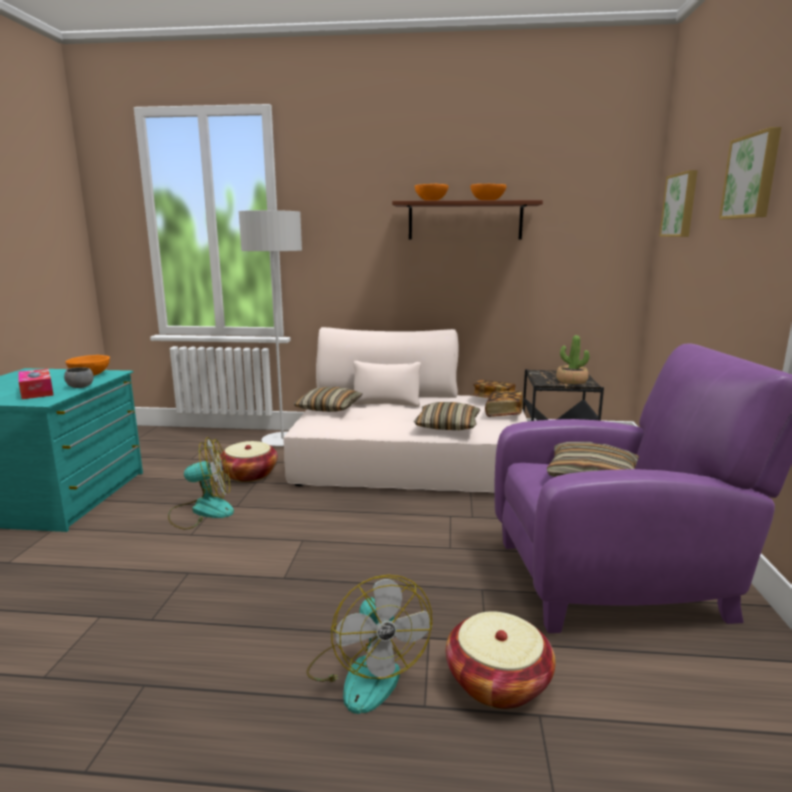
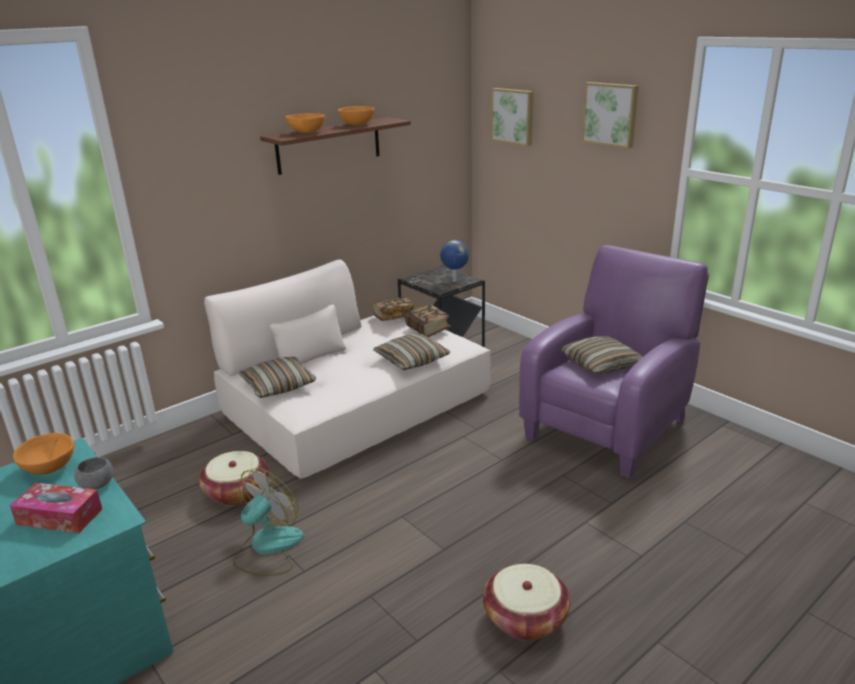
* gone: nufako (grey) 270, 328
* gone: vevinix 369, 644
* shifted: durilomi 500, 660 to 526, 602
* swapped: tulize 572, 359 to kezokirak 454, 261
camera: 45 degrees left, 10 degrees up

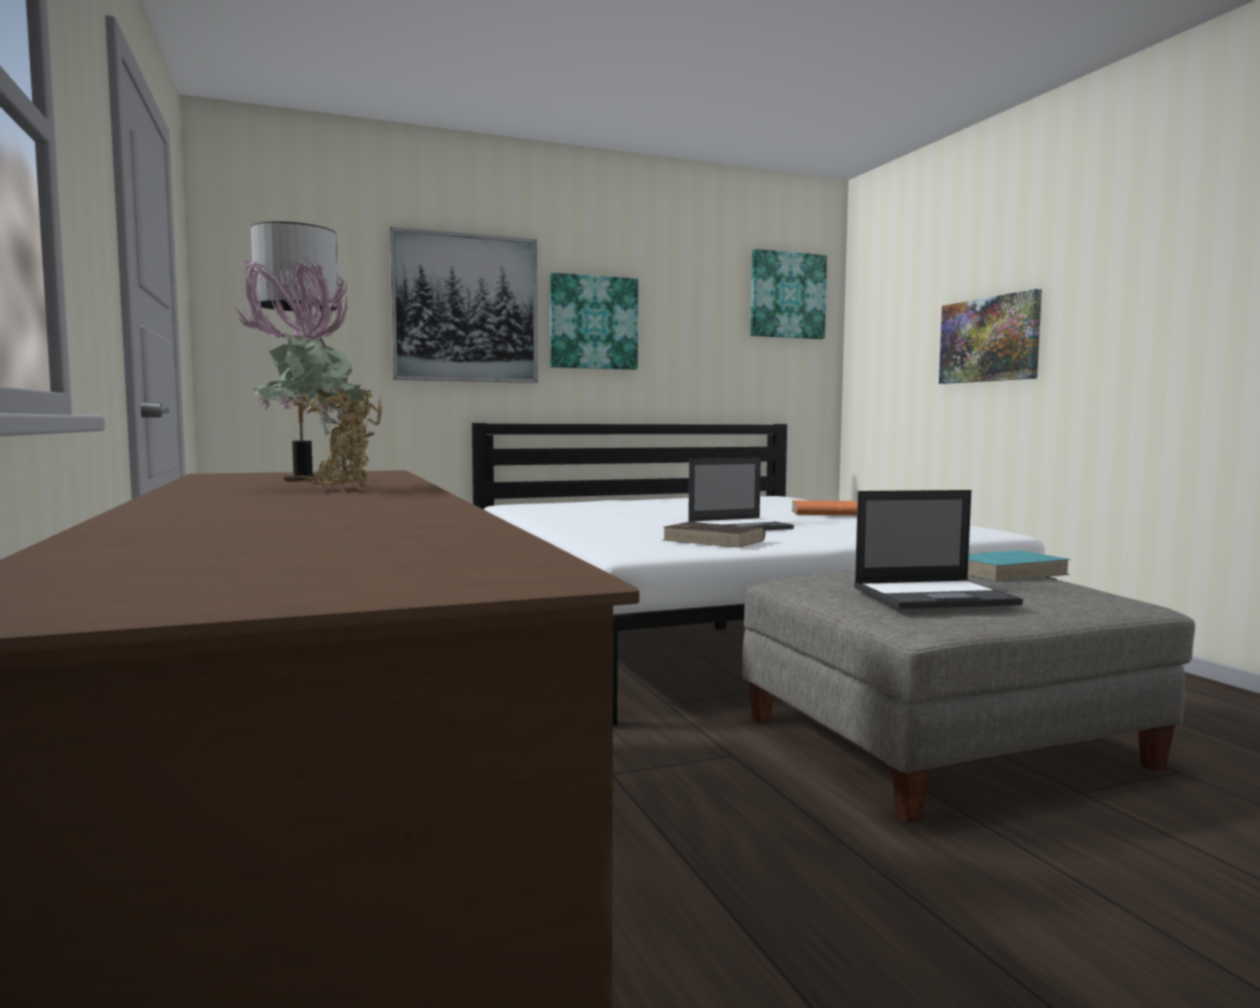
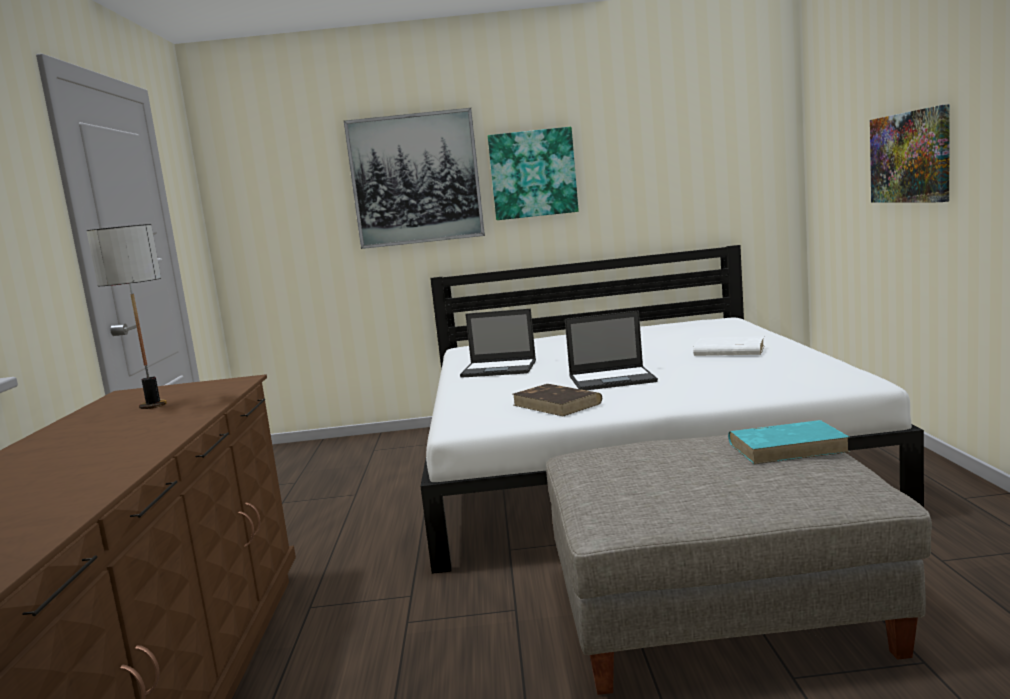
* gone: tulize 308, 372
* gone: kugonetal 789, 294
* repainted: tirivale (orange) 824, 507 to tirivale (white) 728, 346
* shifted: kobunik 938, 549 to 498, 343
camera: 20 degrees right, 5 degrees up

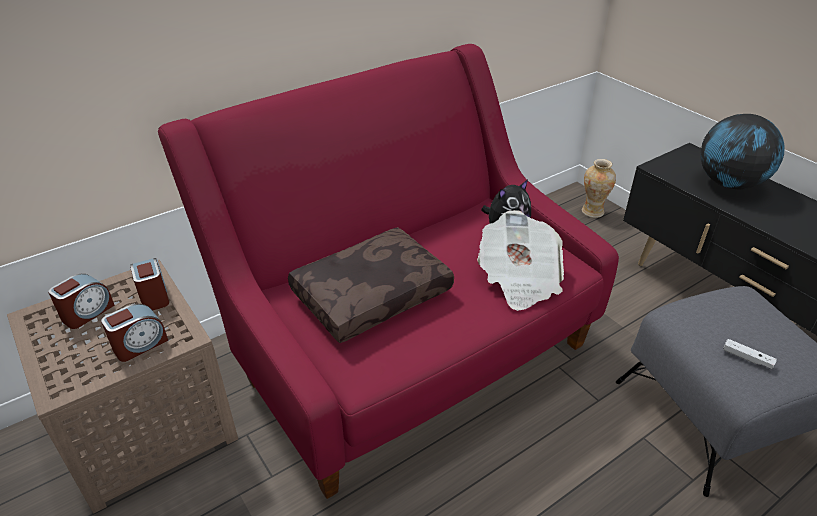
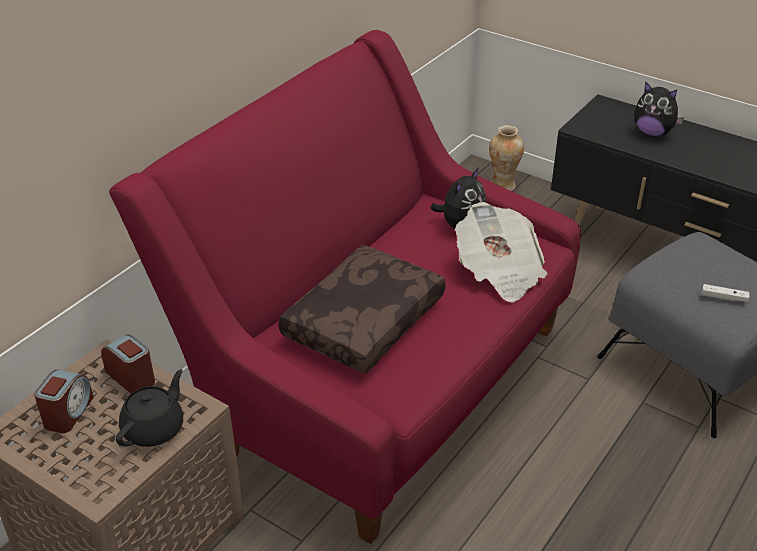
* swapped: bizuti 134, 333 to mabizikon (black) 149, 408
* swapped: kezokirak 742, 151 to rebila 659, 108
camera: 20 degrees left, 0 degrees up

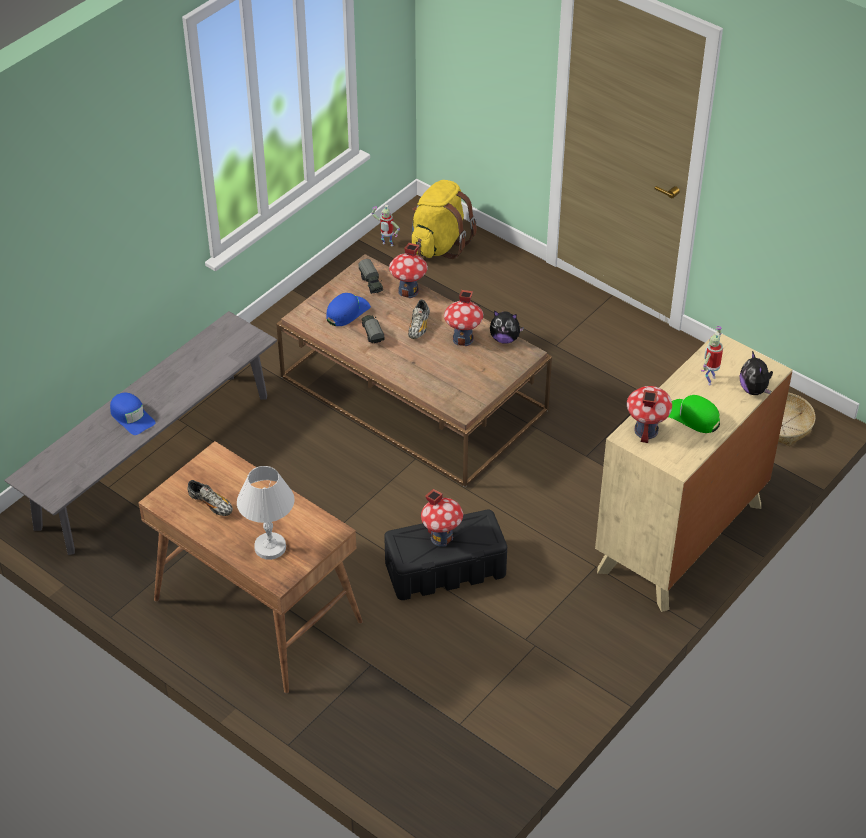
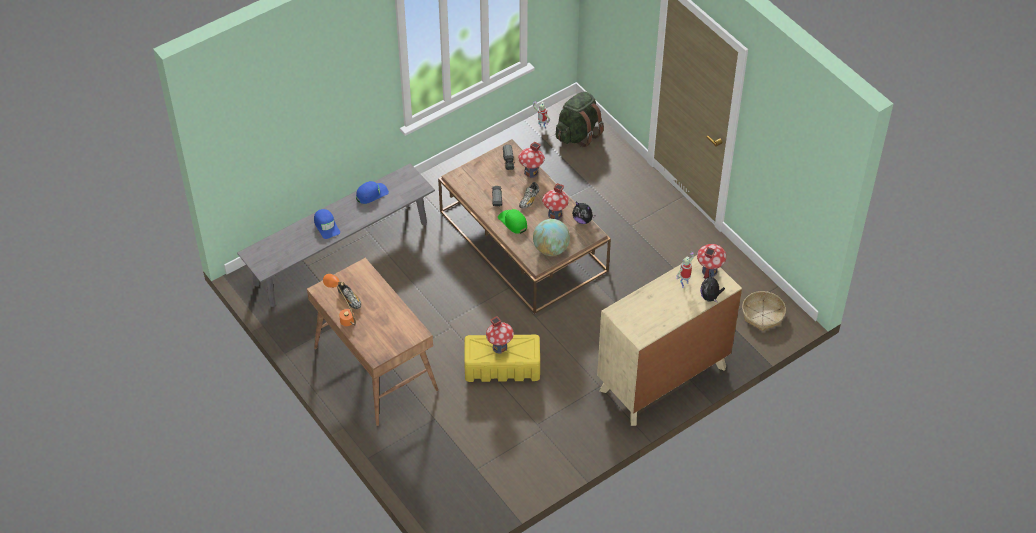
* gone: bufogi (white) 266, 513
* shifted: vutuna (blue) 348, 309 to 372, 192
* repainted: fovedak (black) 445, 555 to fovedak (yellow) 502, 358
* repainted: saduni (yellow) 444, 219 to saduni (green) 580, 119
* shifted: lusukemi 649, 414 to 711, 261
* shifted: vutuna (green) 694, 414 to 512, 221
* new: bufogi (orange) 339, 300
* new: kezokirak 551, 237
camera: 15 degrees right, 5 degrees up

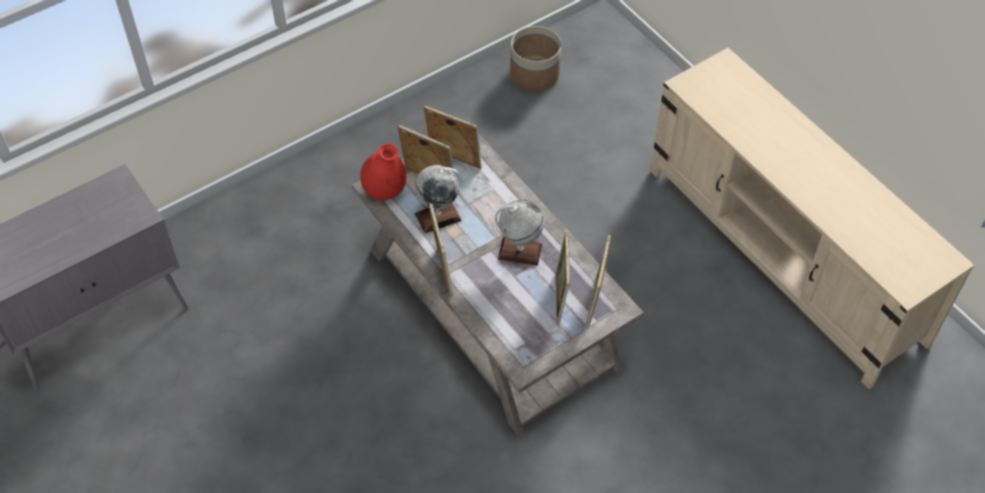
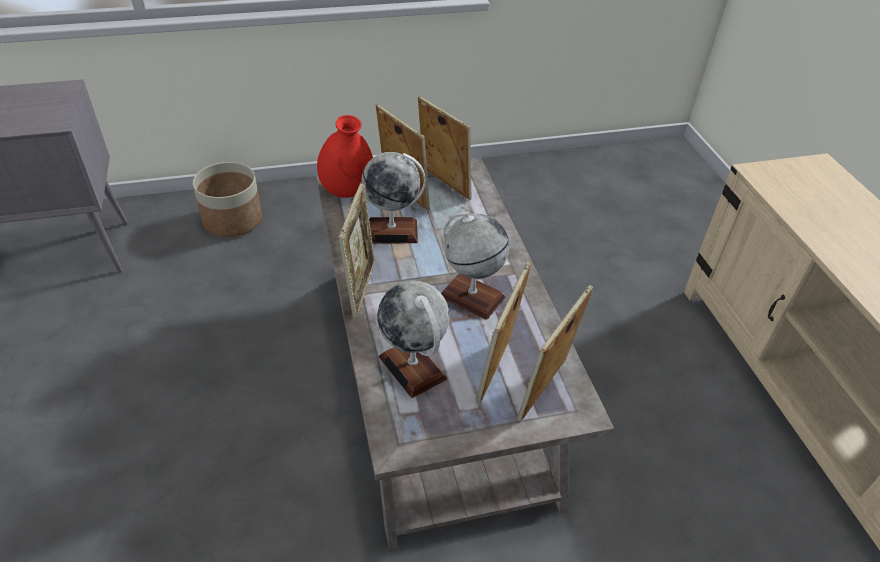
* shifted: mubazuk 536, 58 to 227, 199
* new: kezokirak 413, 339
camera: 20 degrees right, 10 degrees down

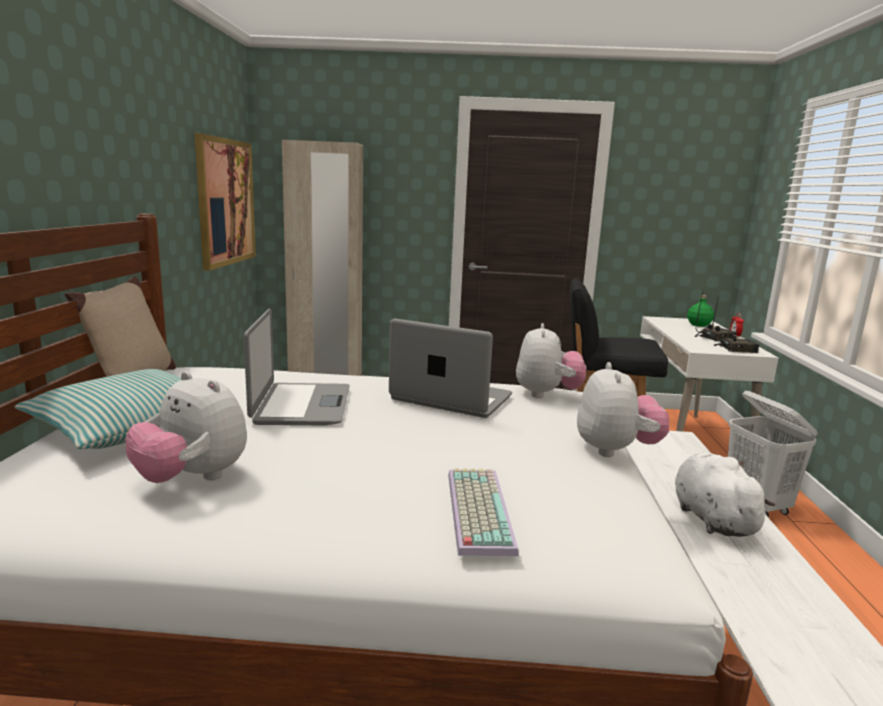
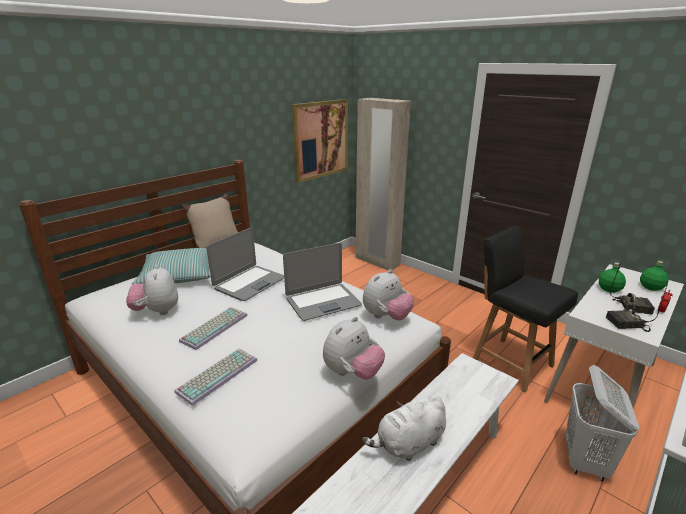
* rotated: kobunik 450, 368 = 322, 282 90 degrees clockwise
* rotated: rebila (white) 725, 495 = 404, 428 150 degrees counterclockwise
* rotated: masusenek 735, 324 = 637, 307 135 degrees clockwise
* new: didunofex 213, 328
* new: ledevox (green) 612, 277
camera: 40 degrees right, 10 degrees up

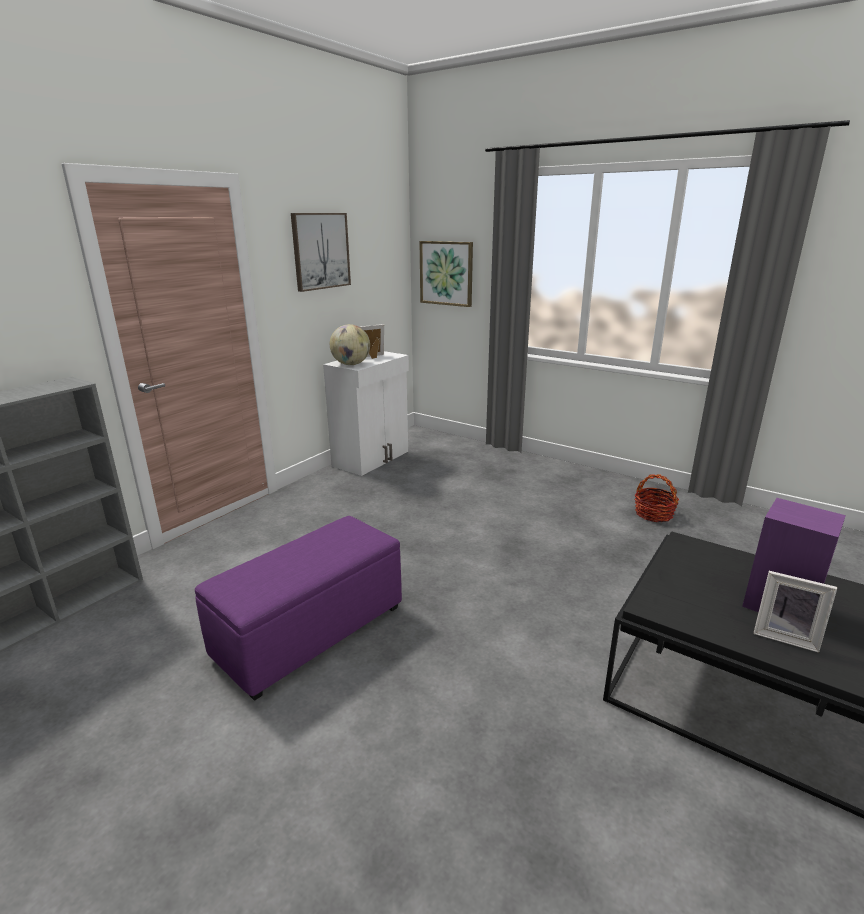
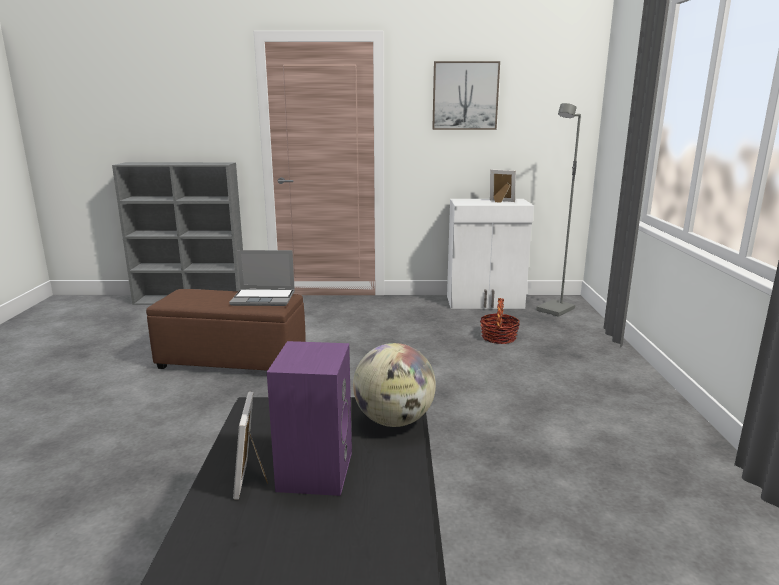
* repainted: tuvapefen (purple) 298, 608 to tuvapefen (brown) 226, 330
* shifted: kezokirak 350, 344 to 394, 385
* gone: kugonetal 446, 274
* shifted: durilomi 656, 498 to 500, 321
* new: kobunik 262, 278
* new: nufako (grey) 558, 210
camera: 55 degrees right, 5 degrees down

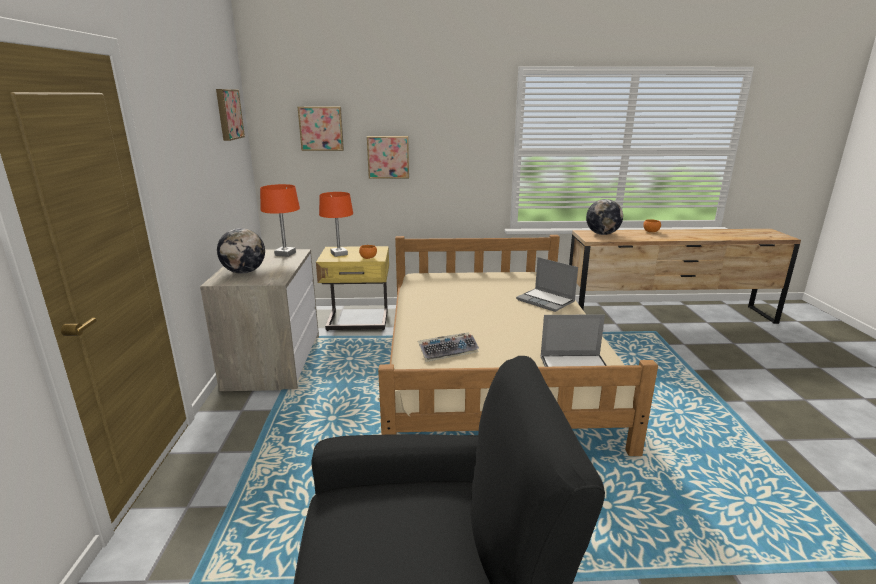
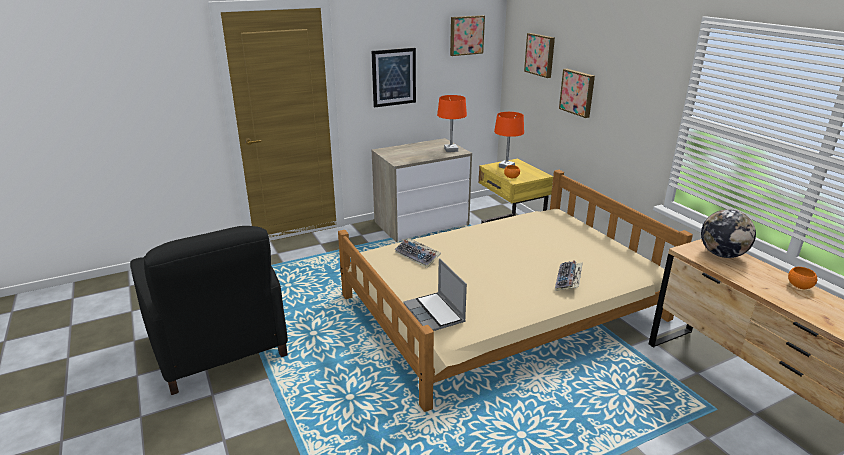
* gone: kezokirak 241, 251
* swapped: kobunik 547, 284 to didunofex 569, 275
* new: kugonetal 394, 77
camera: 65 degrees right, 5 degrees up

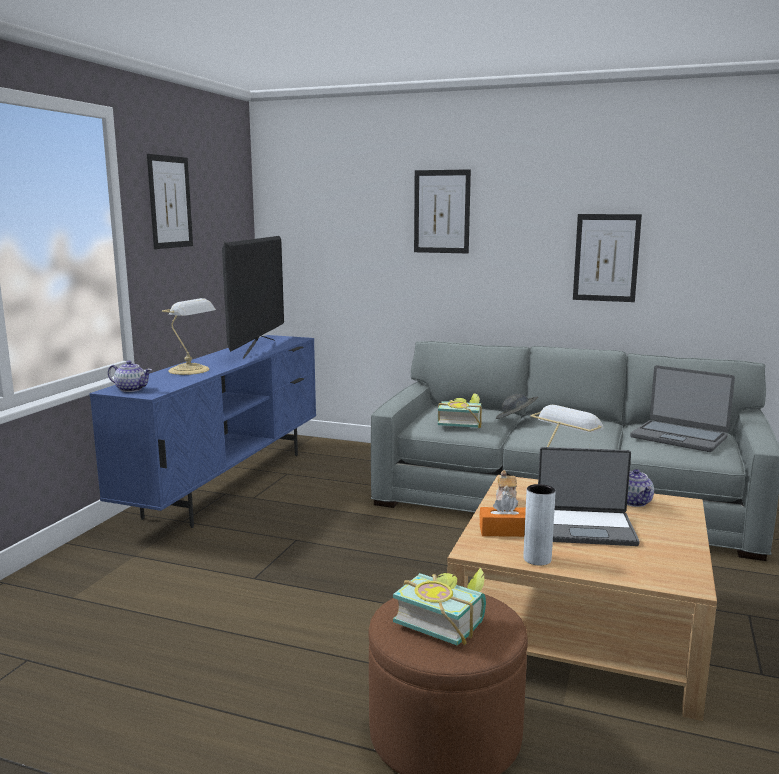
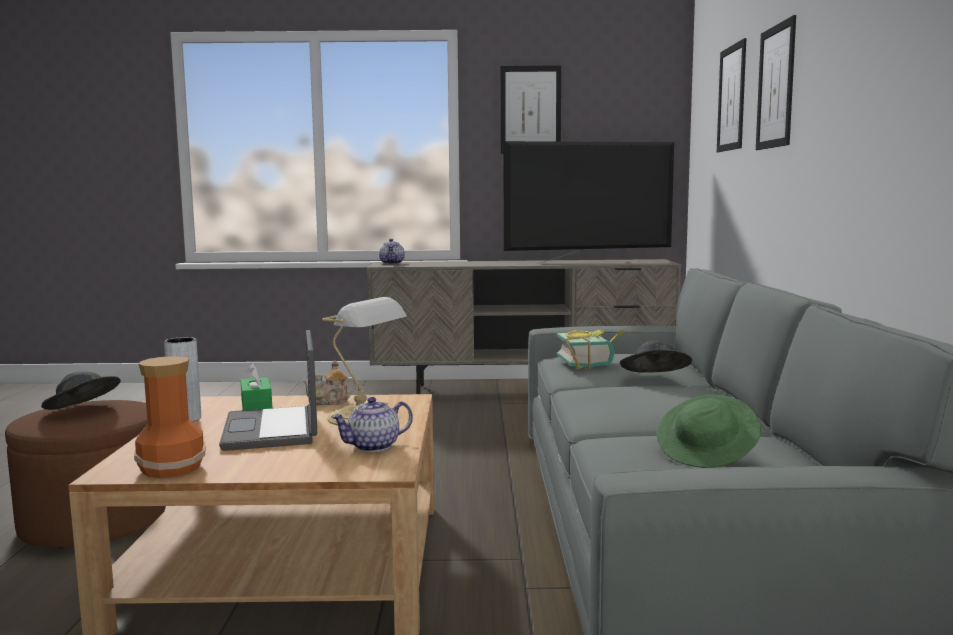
* repainted: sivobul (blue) 202, 431 to sivobul (beige) 524, 326
* gone: bufogi 189, 336
* swapped: tirivale 439, 607 to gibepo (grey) 81, 390
* repainted: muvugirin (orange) 502, 515 to muvugirin (green) 256, 386
* shifted: kugonetal 607, 258 to 731, 95
* swapped: kobunik 682, 408 to gibepo (green) 709, 431
* new: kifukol 169, 417
camera: 70 degrees right, 5 degrees down

